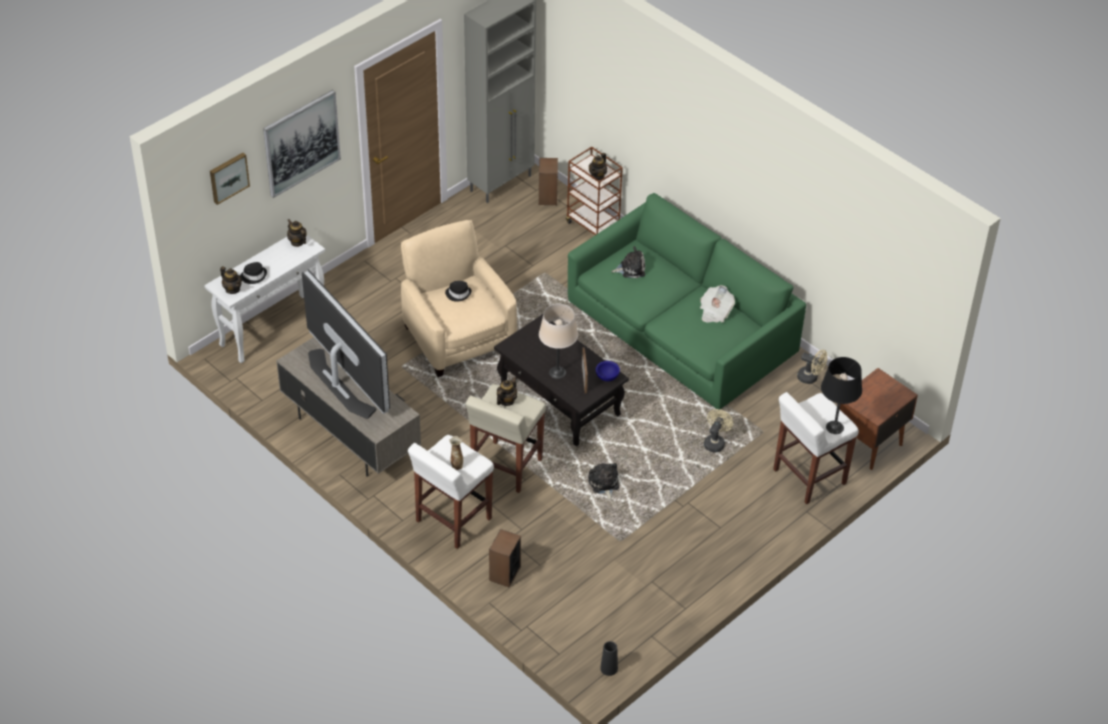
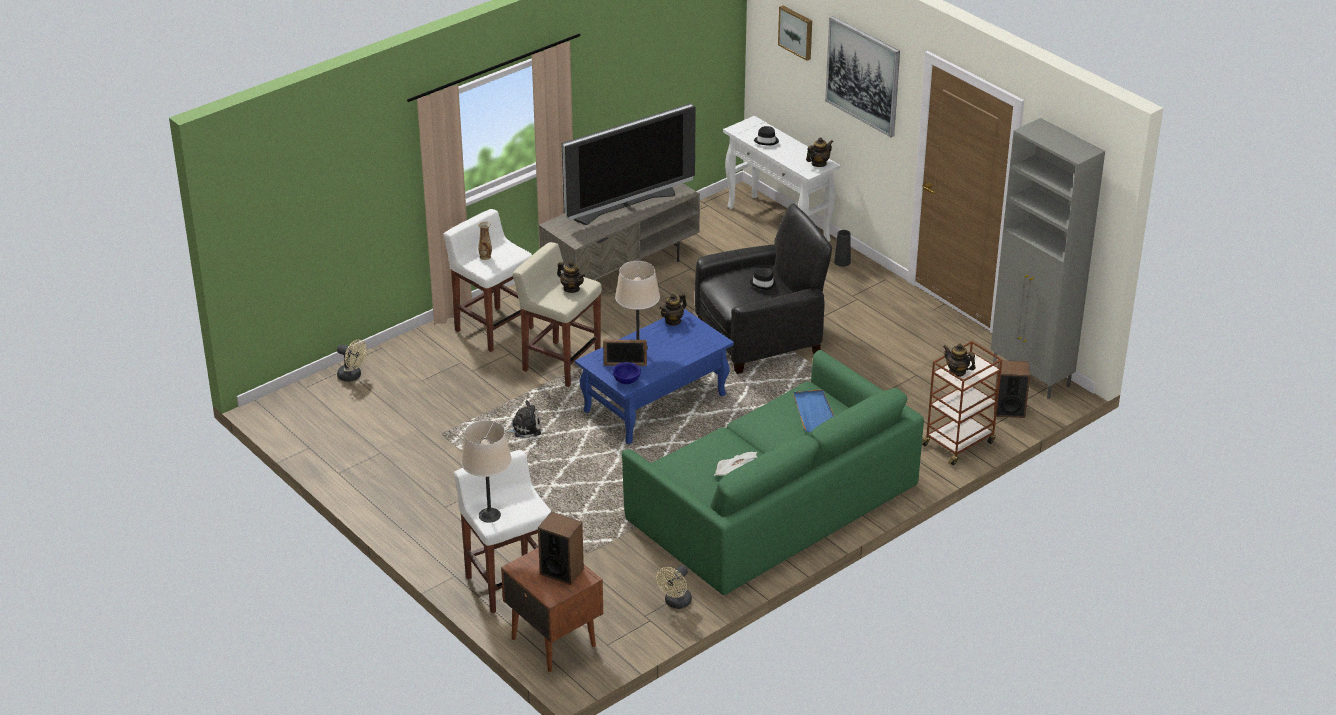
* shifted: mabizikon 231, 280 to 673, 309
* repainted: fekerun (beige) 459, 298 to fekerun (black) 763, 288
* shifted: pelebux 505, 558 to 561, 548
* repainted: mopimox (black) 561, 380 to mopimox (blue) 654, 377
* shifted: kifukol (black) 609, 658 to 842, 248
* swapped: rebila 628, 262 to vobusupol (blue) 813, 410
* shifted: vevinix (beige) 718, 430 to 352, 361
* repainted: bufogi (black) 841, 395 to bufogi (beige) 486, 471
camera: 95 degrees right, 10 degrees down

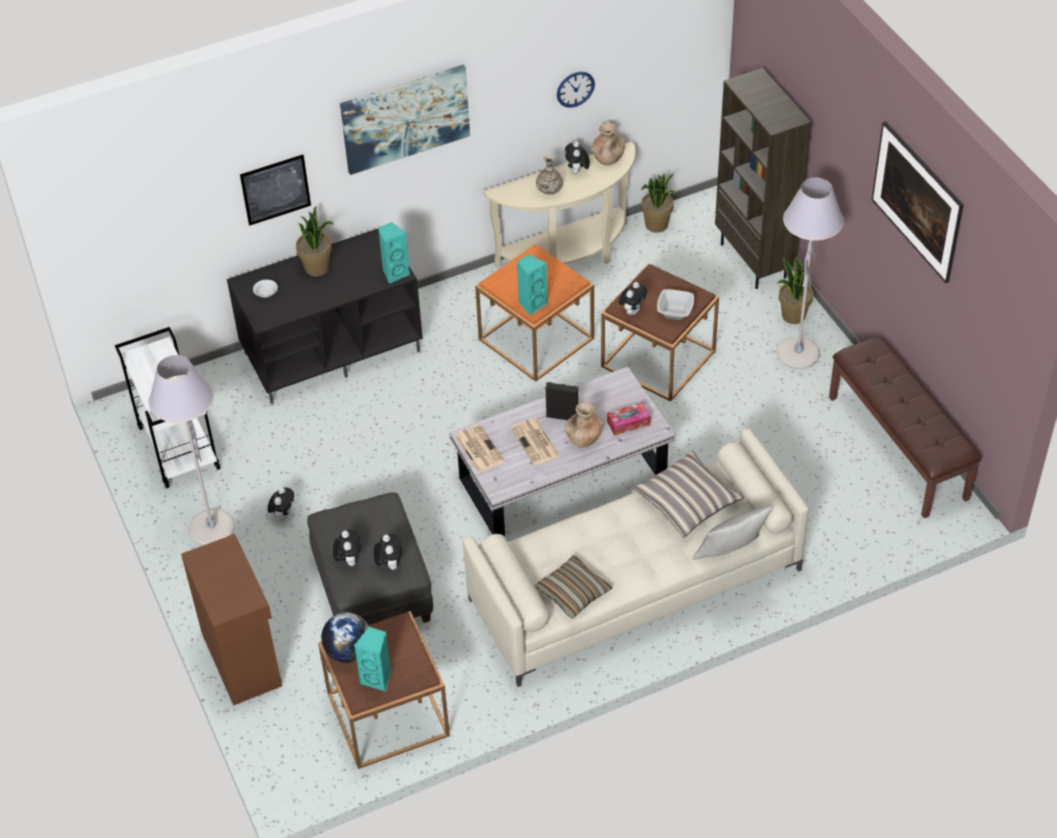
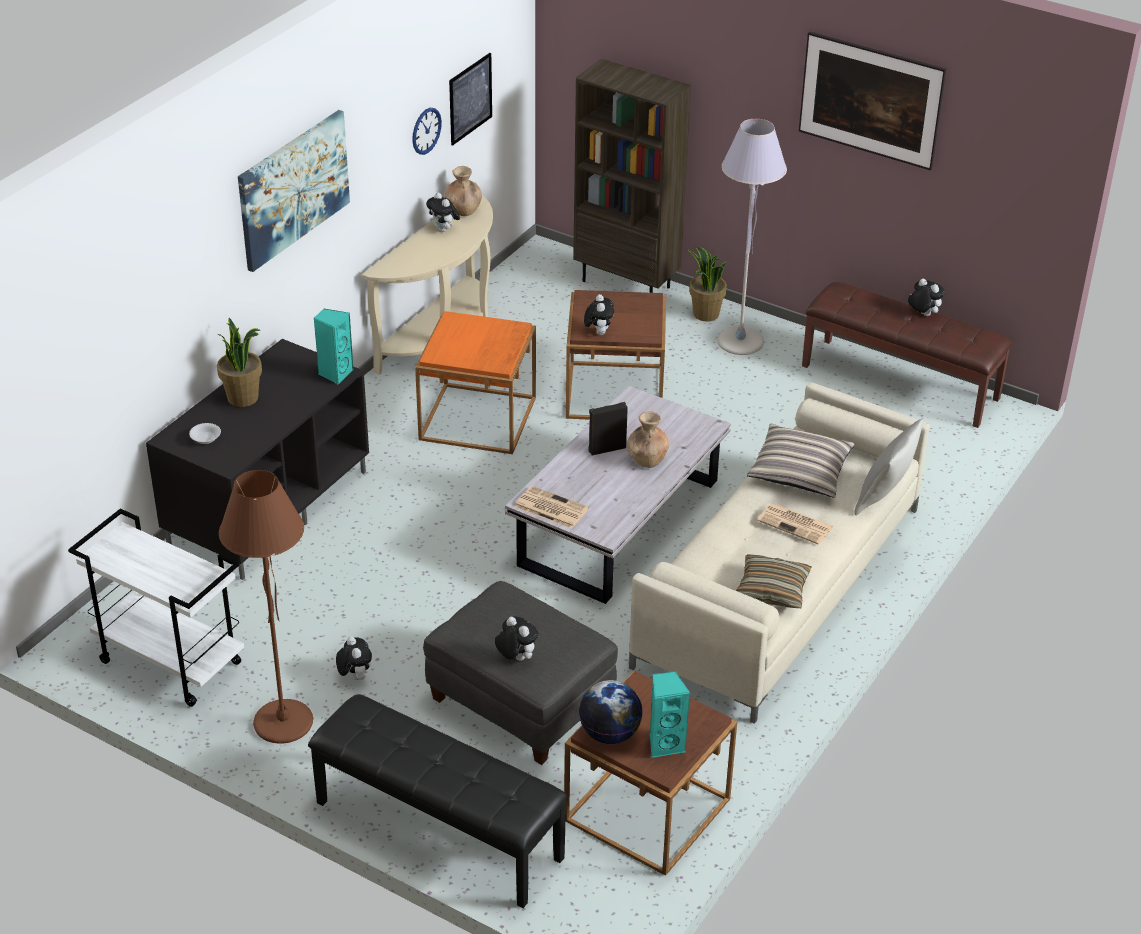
* repainted: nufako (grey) 192, 450 to nufako (brown) 266, 607
* swapped: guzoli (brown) 231, 620 to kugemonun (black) 438, 801
* shifted: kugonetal 275, 190 to 470, 99
* shifted: rebila 388, 552 to 926, 297
* shifted: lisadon 535, 441 to 796, 524
* gone: pelebux (turquoise) 532, 284
* gone: kifukol 549, 174
* gone: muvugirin 629, 419
* gone: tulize 658, 203
* gone: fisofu 675, 304
camera: 35 degrees left, 10 degrees down

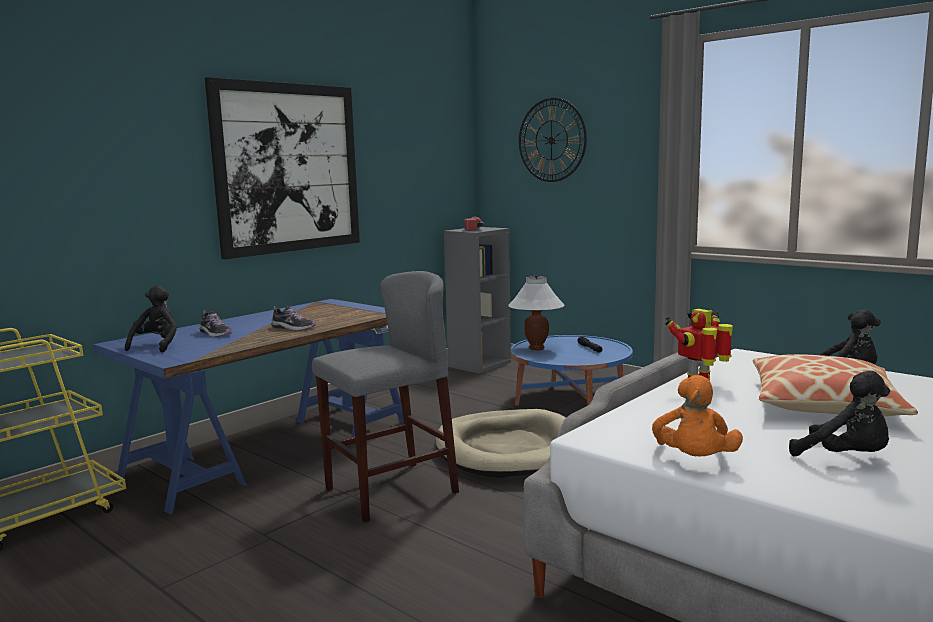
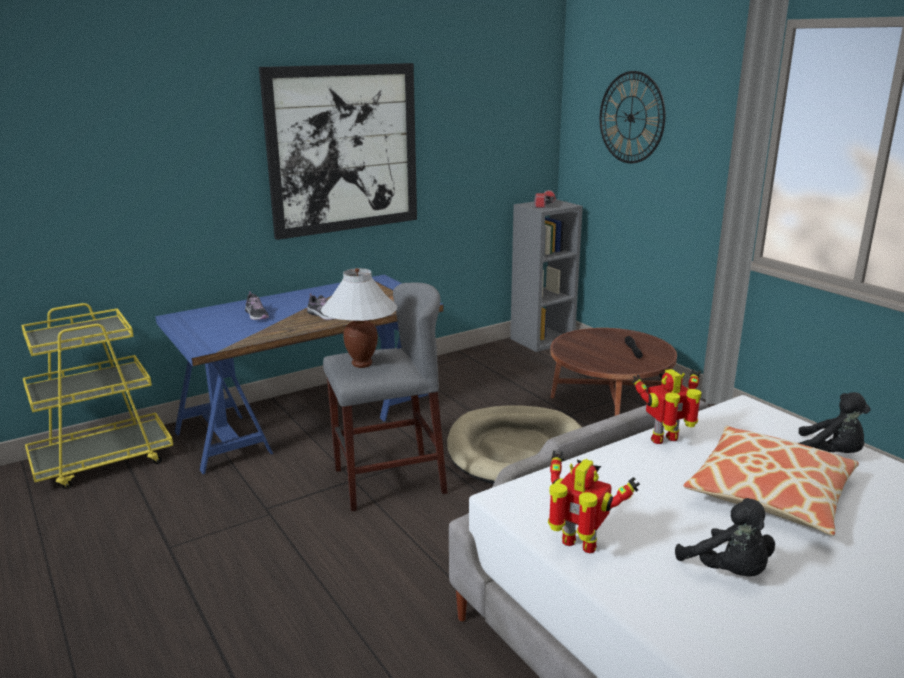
* gone: rebila (black) 151, 318
* shifted: bufogi (white) 536, 312 to 359, 318
* repainted: mopimox (blue) 571, 370 to mopimox (brown) 613, 372
* swapped: rebila (orange) 697, 416 to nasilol 594, 502
camera: 15 degrees right, 10 degrees up

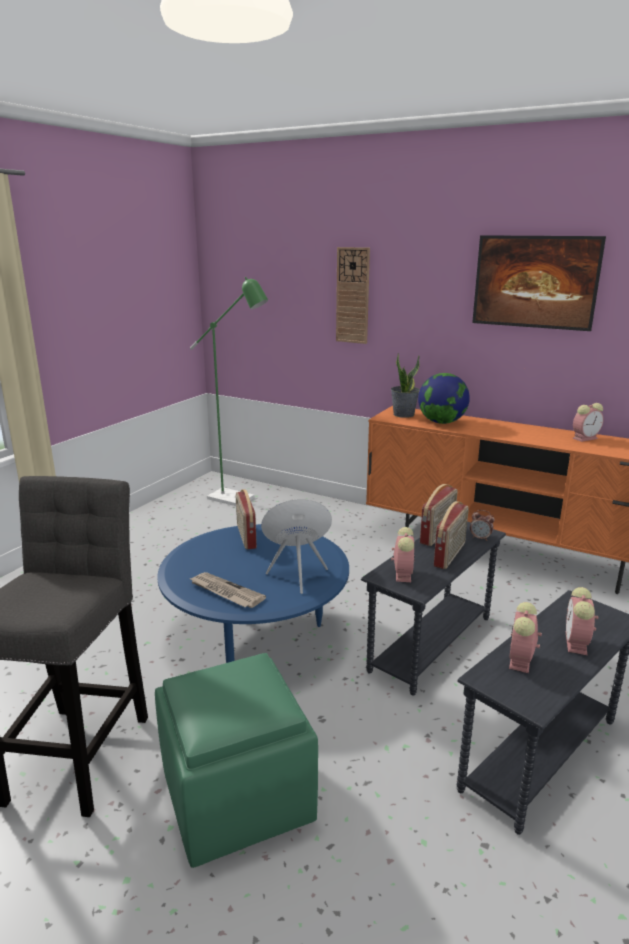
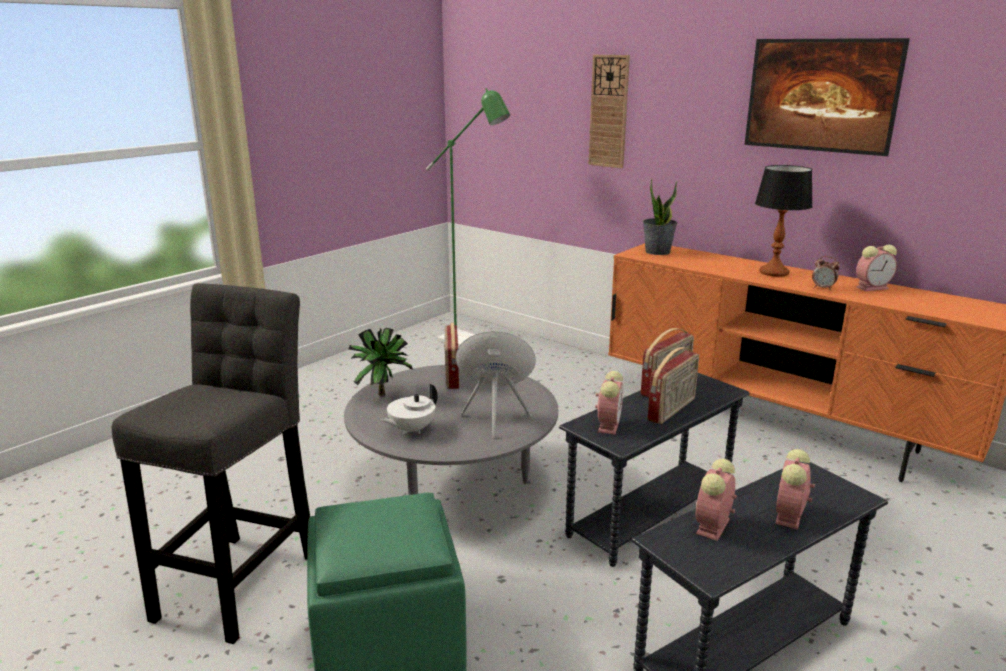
* repainted: mopimox (blue) 253, 593 to mopimox (grey) 451, 430
* swapped: lisadon 227, 590 to mabizikon (white) 409, 408
* gone: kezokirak 444, 398
* shifted: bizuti 482, 525 to 826, 273
* new: tulize 380, 362
* new: bufogi 784, 221
camera: 10 degrees right, 0 degrees up

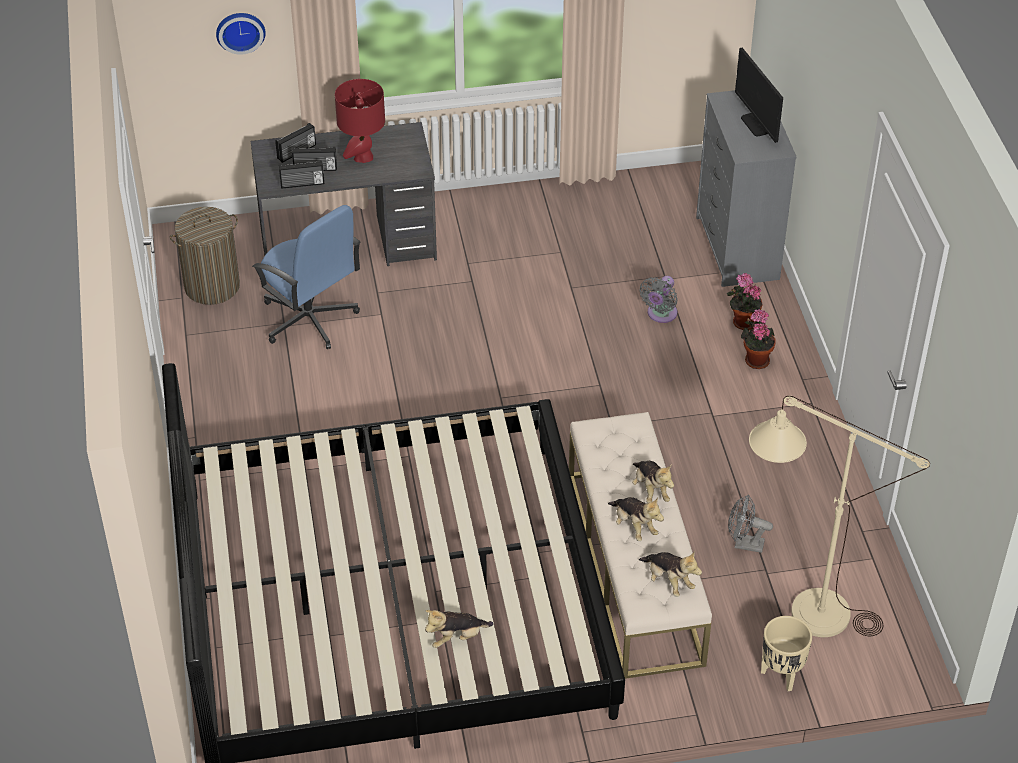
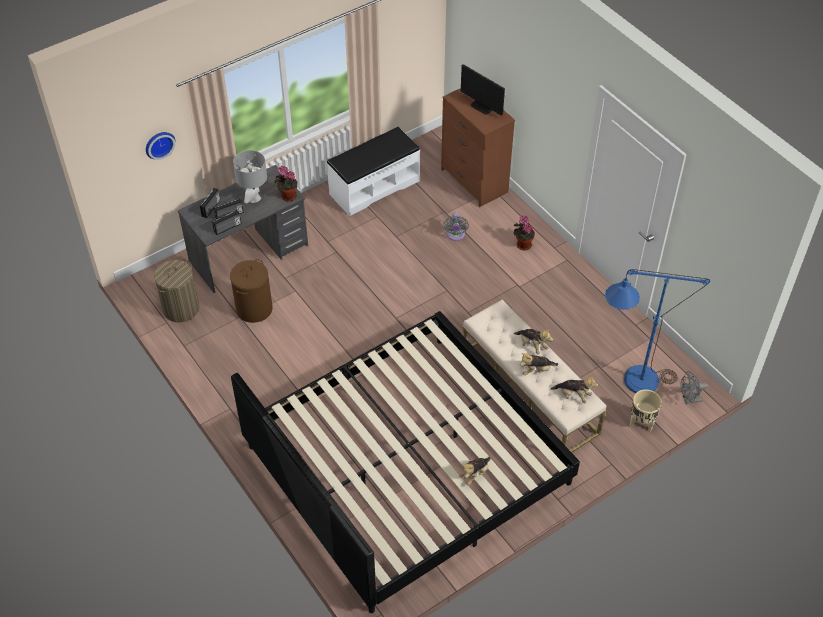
* swapped: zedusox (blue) 306, 277 to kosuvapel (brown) 251, 291
* repainted: bufogi (red) 360, 121 to bufogi (grey) 250, 177
* rotated: rebila 636, 519 = 539, 364 135 degrees clockwise
* repainted: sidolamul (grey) 746, 188 to sidolamul (brown) 478, 147
* shifted: tulize 745, 301 to 285, 183
* shifted: vevinix (grey) 750, 524 to 694, 387
* repainted: nufako (beige) 839, 516 to nufako (blue) 657, 331
* new: kugemonun (white) 373, 171
camera: 25 degrees left, 5 degrees up

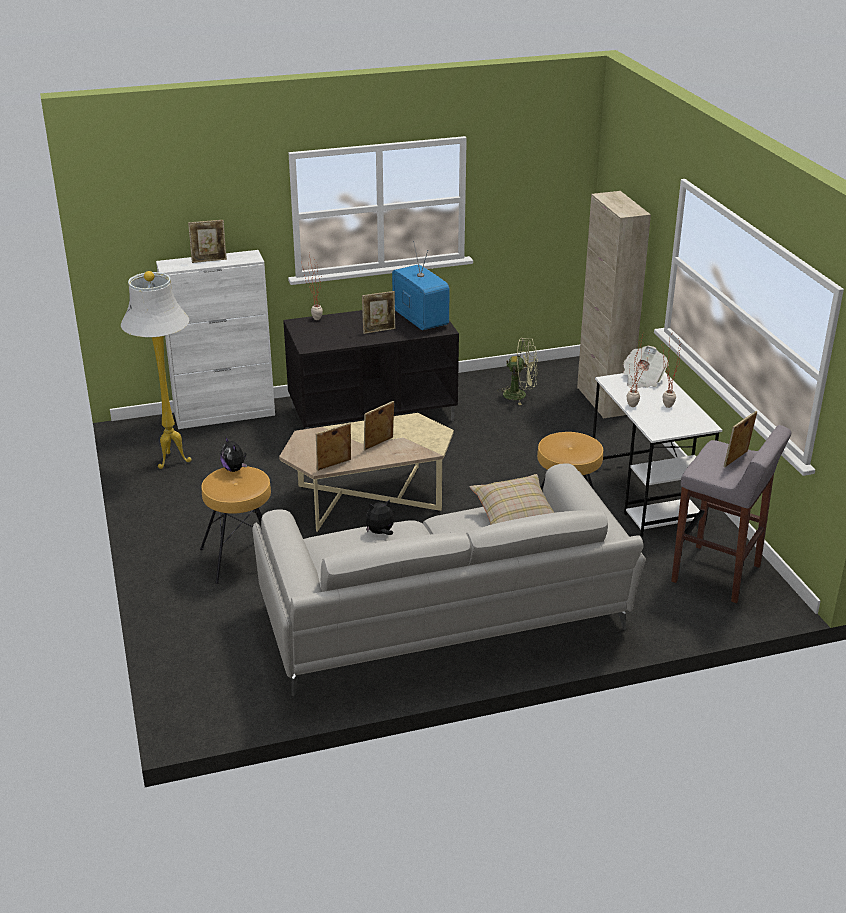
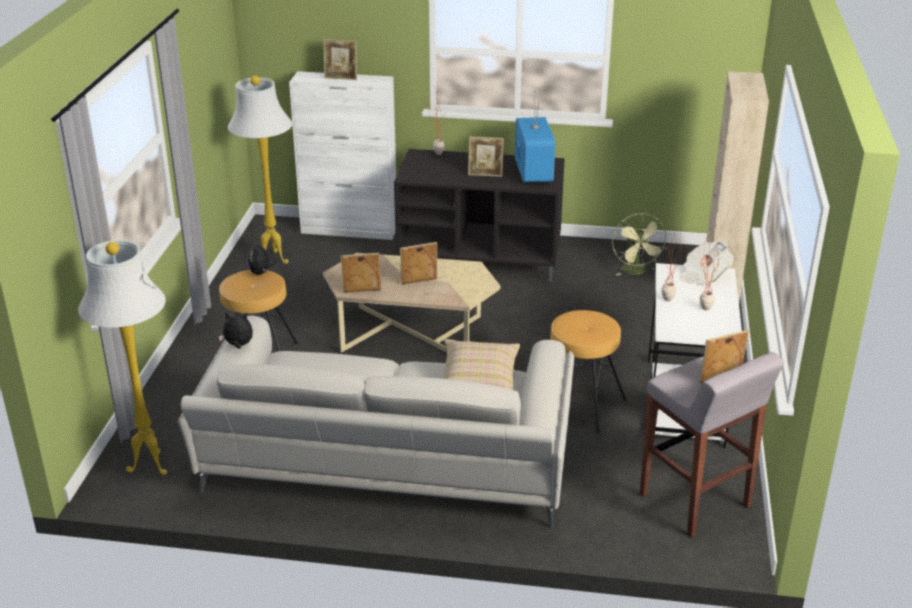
* shifted: rebila 380, 517 to 236, 330
* rotated: vevinix (green) 517, 371 = 640, 244 45 degrees clockwise
* new: nufako (white) 122, 357
camera: 25 degrees right, 0 degrees up

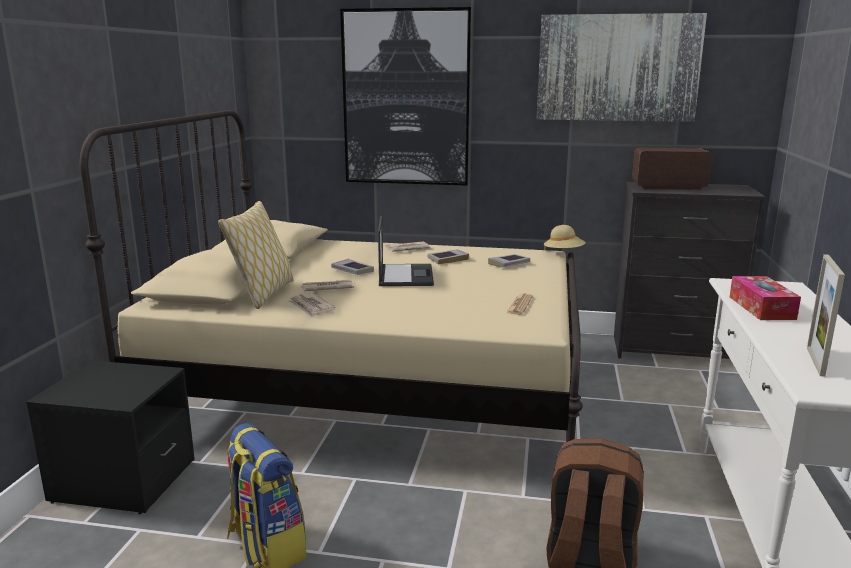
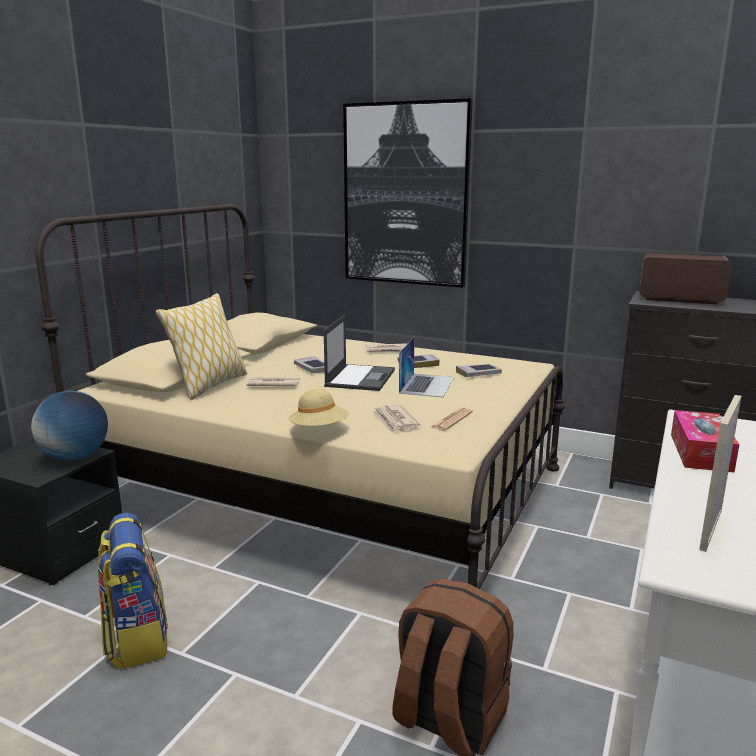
* shifted: lisadon 312, 305 to 396, 419
* gone: kugonetal 621, 67
* shifted: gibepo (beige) 565, 238 to 318, 407
* new: kezokirak 69, 426
* new: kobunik 426, 366
camera: 15 degrees right, 0 degrees up

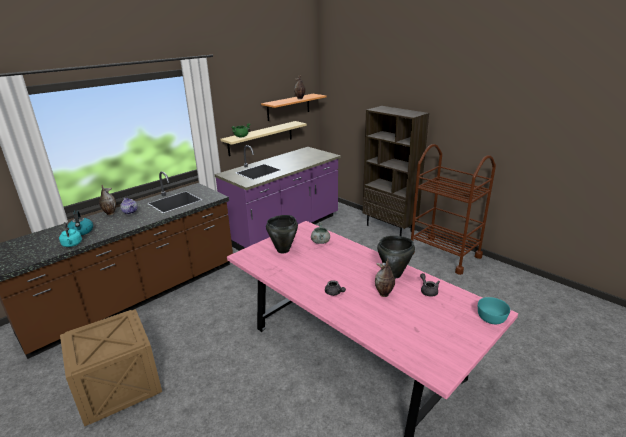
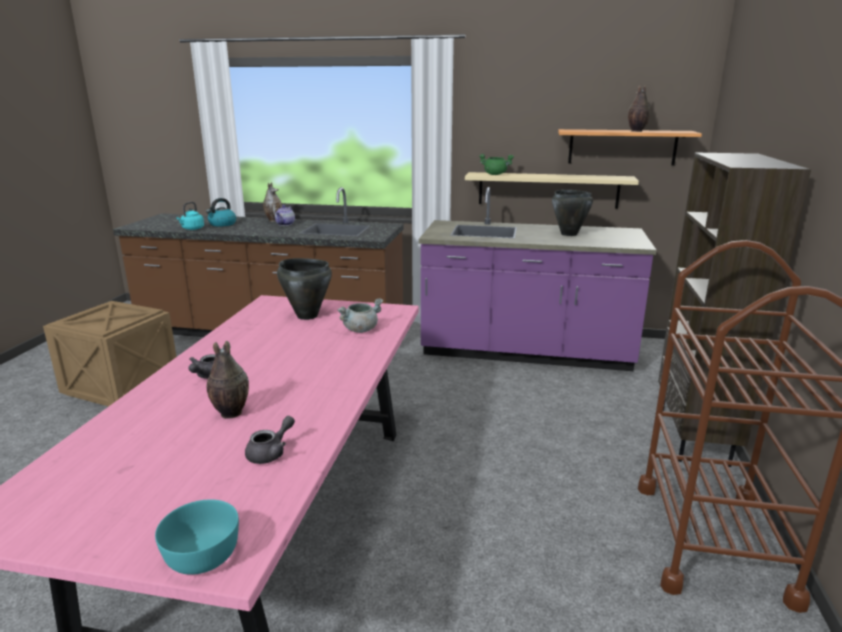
* shifted: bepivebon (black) 396, 257 to 572, 213
camera: 55 degrees right, 5 degrees down

